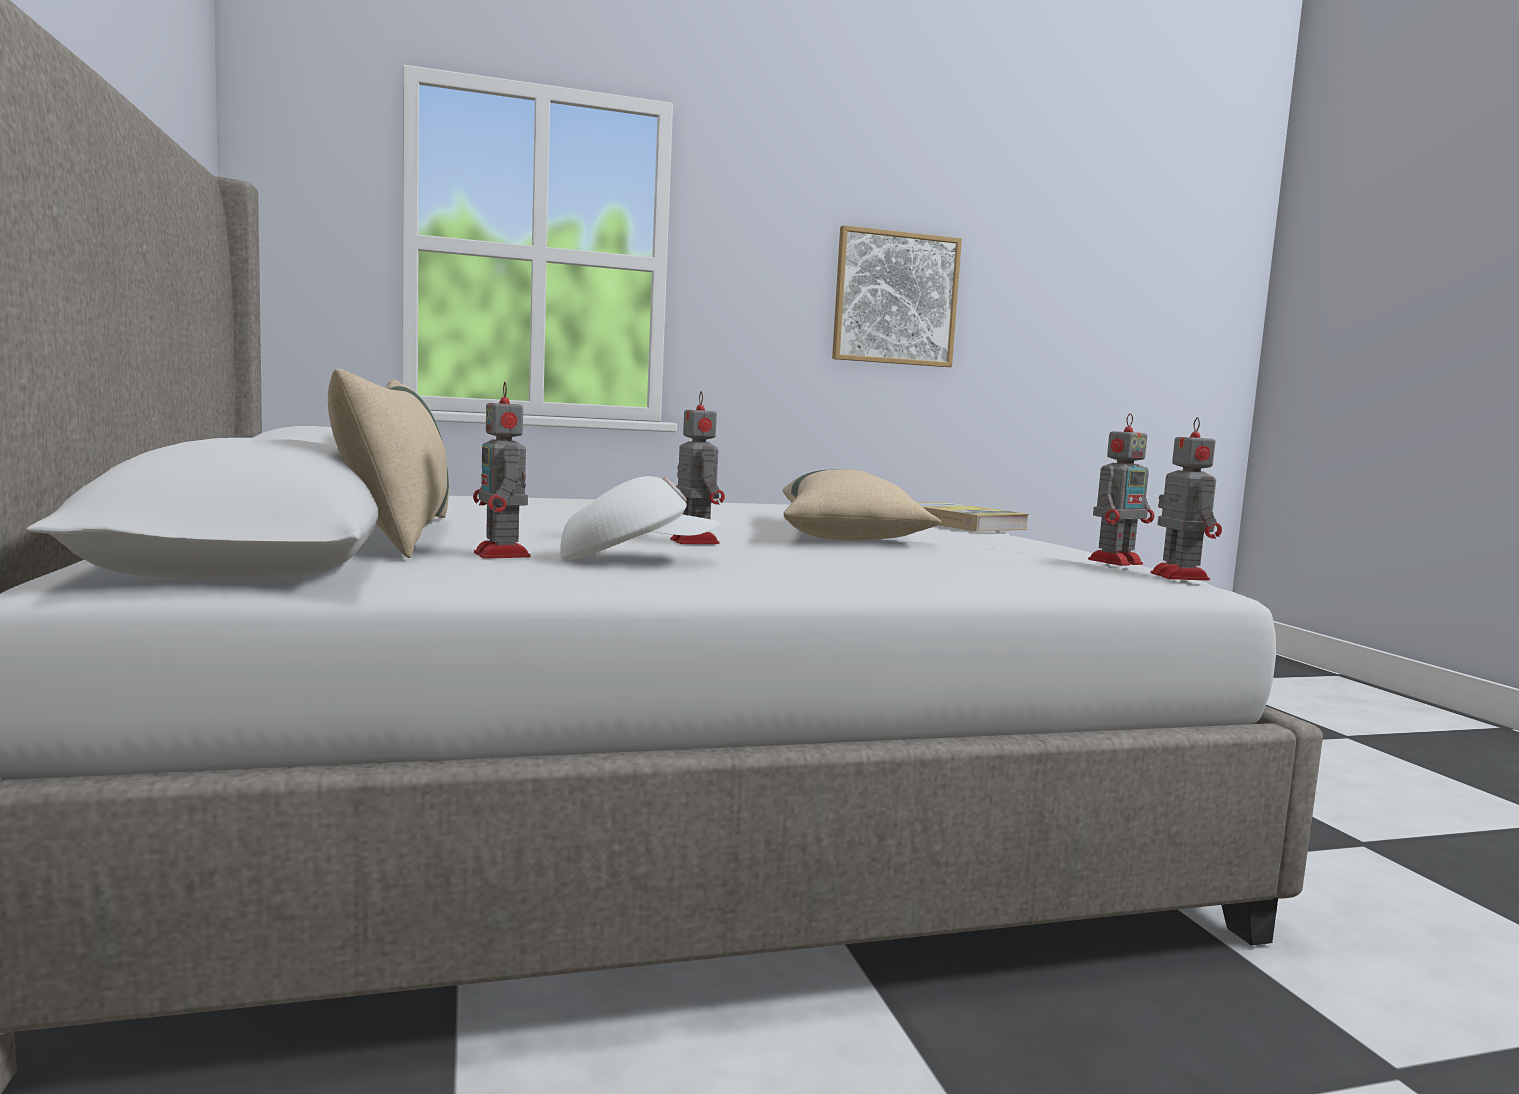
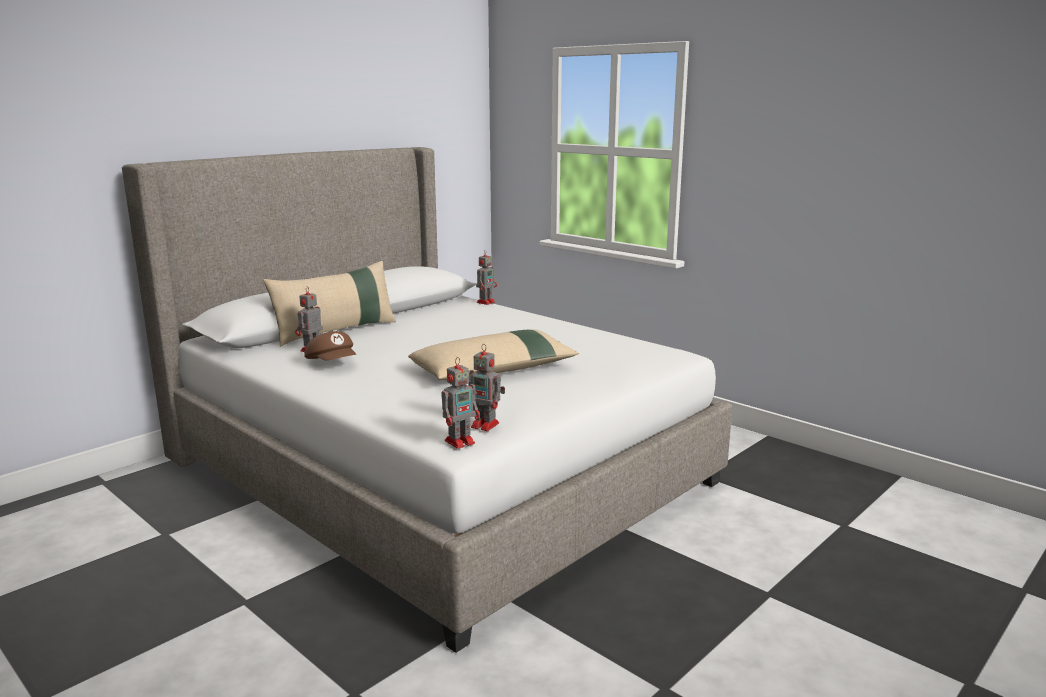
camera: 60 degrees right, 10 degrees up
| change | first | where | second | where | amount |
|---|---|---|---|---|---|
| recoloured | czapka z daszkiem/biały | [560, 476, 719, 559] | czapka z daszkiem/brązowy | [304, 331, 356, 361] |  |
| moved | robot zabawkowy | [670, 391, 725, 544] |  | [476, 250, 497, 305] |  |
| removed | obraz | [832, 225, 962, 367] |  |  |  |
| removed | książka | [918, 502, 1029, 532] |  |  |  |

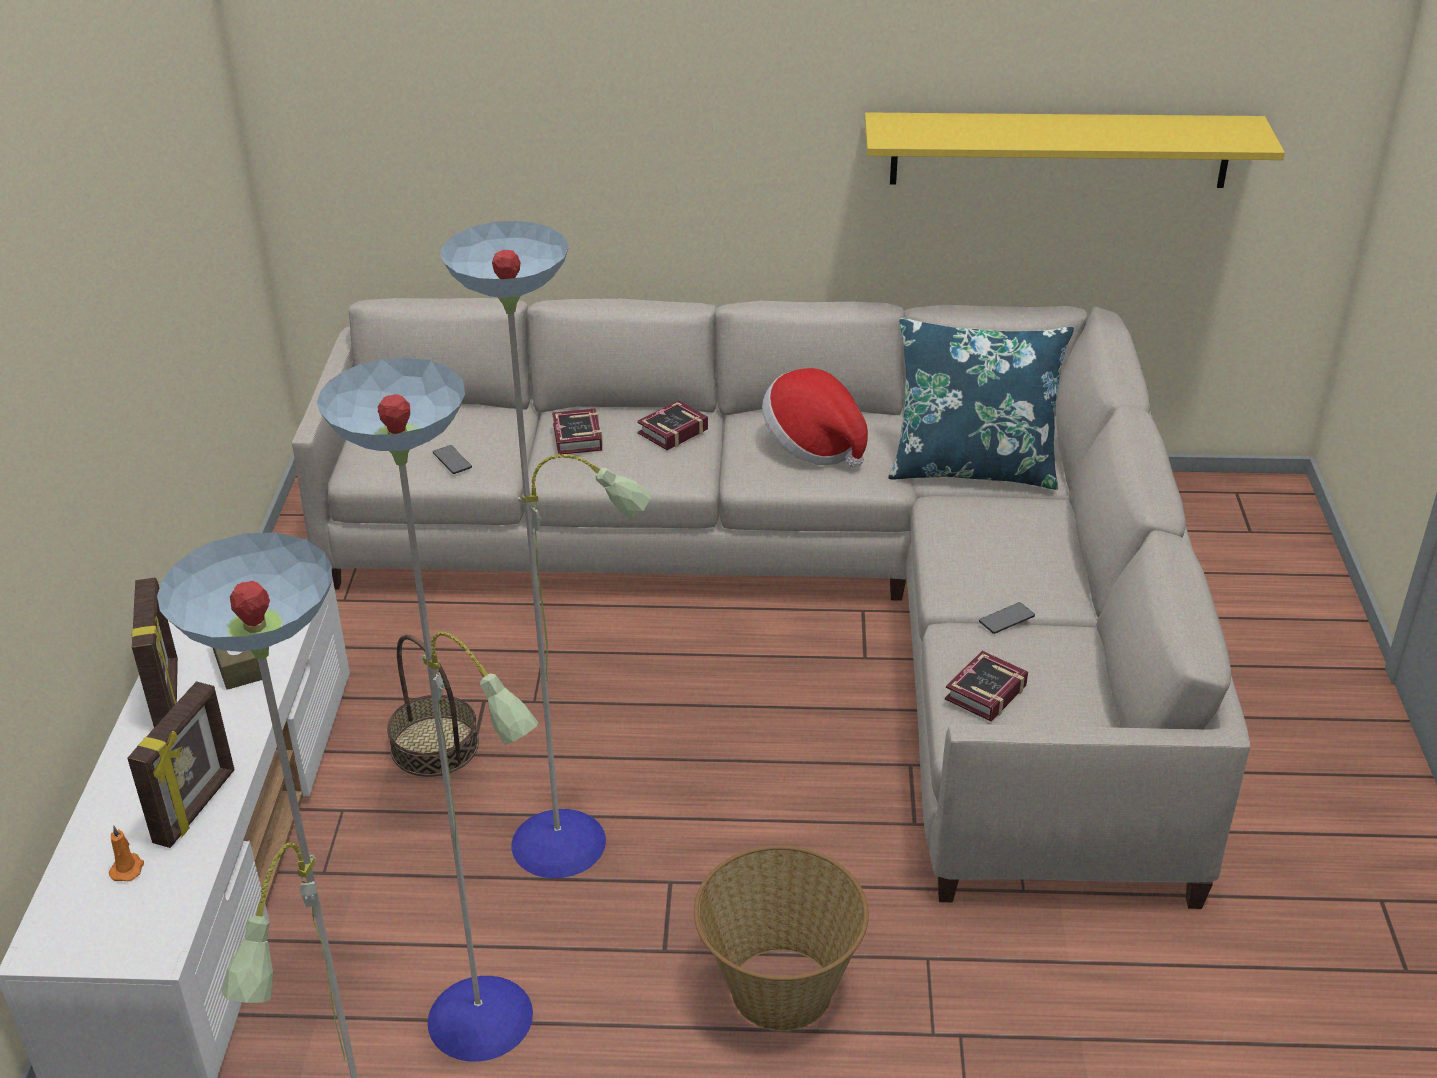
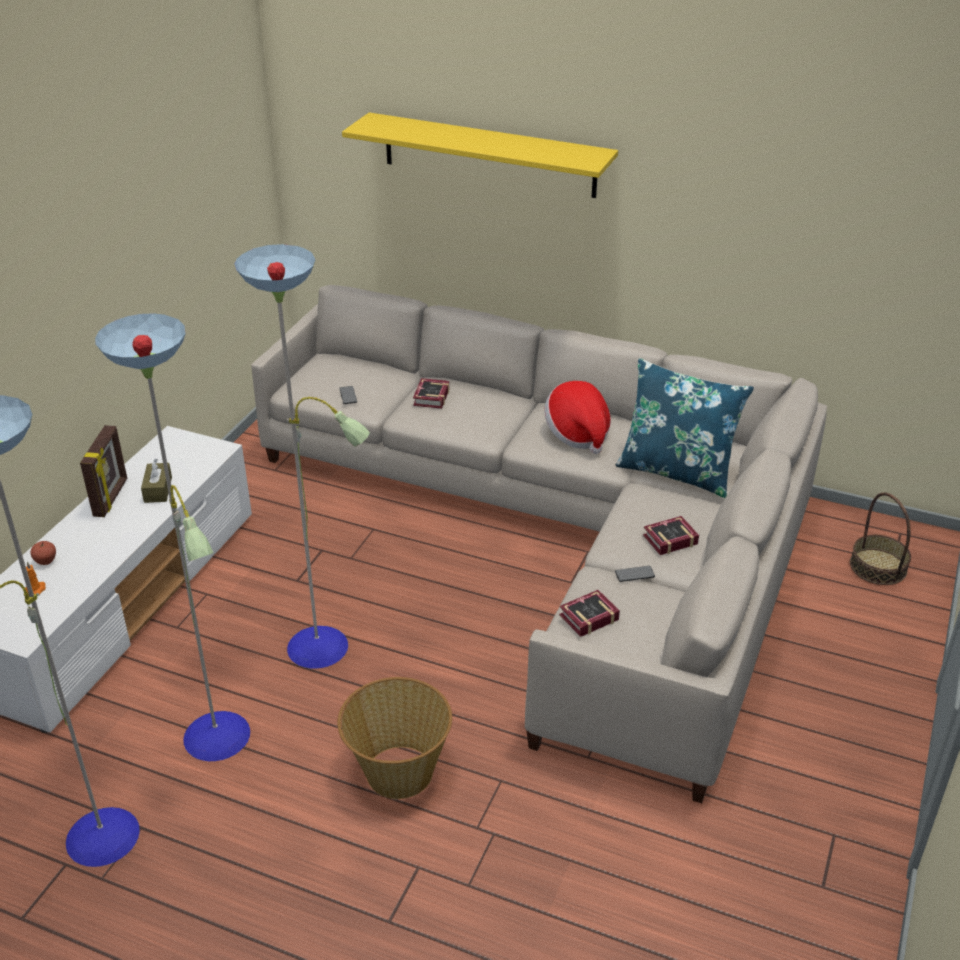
camera: 20 degrees right, 0 degrees up
| change | first | where | second | where | amount |
|---|---|---|---|---|---|
| added |  |  | jabłko | [30, 541, 56, 565] |  |
| moved | półka/żółty | [865, 112, 1285, 188] |  | [342, 112, 618, 198] |  |
| moved | książka | [637, 400, 708, 450] |  | [643, 516, 699, 555] |  |
| moved | koszyk | [387, 635, 479, 777] |  | [850, 492, 911, 585] |  |
| removed | ramka na zdjęcie | [127, 681, 235, 848] |  |  |  |

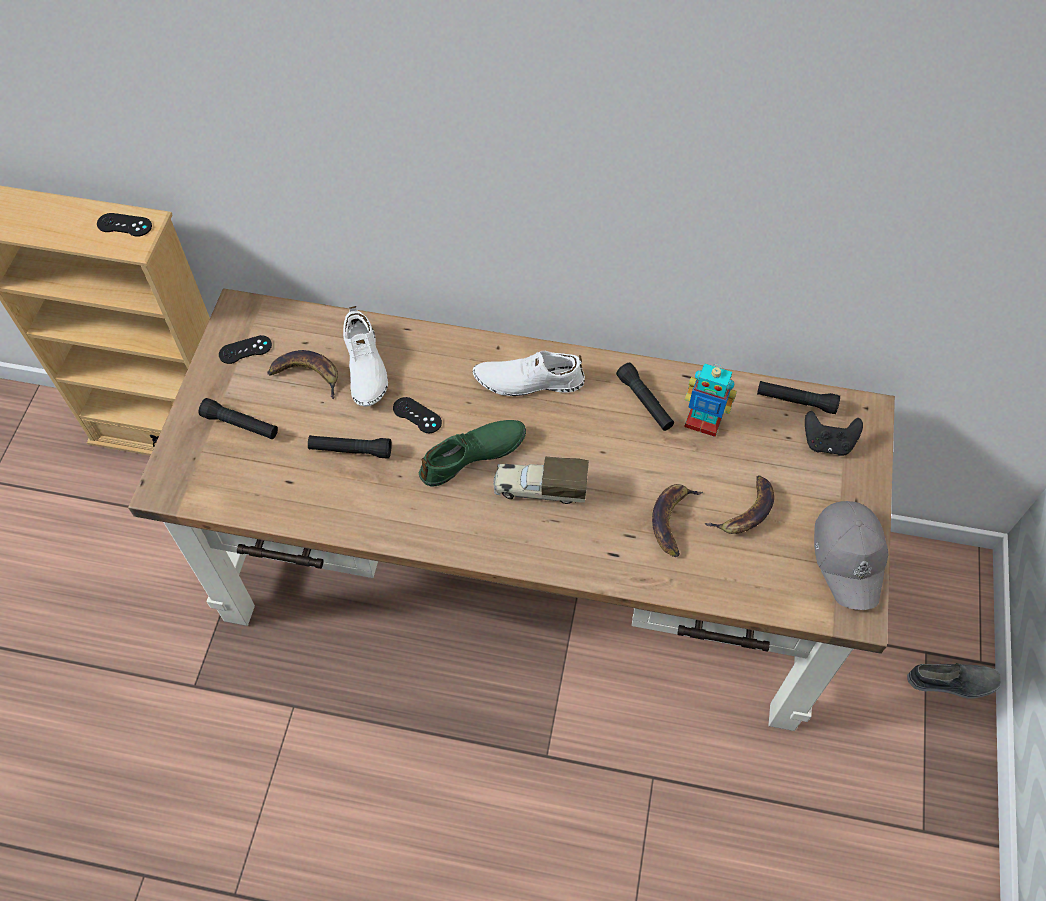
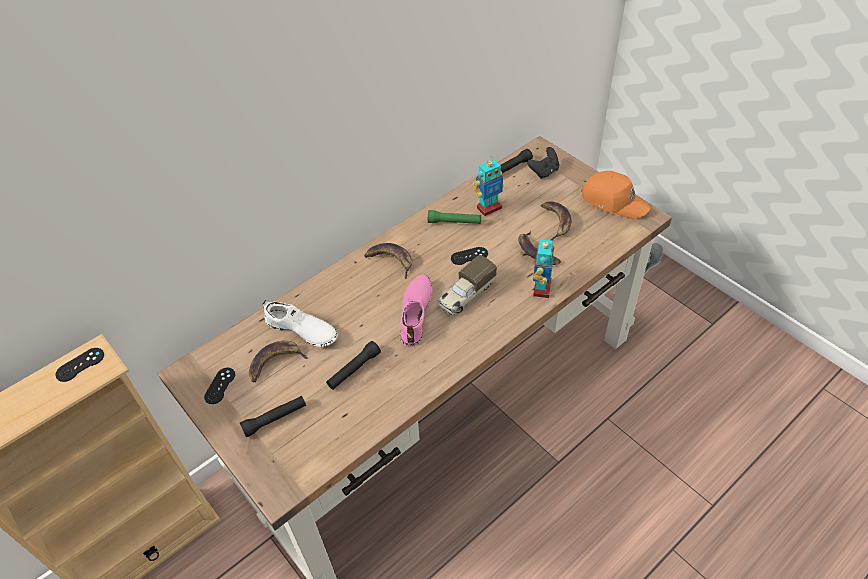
camera: 50 degrees left, 10 degrees down
| change | first | where | second | where | amount |
|---|---|---|---|---|---|
| replaced | but/biały | [473, 351, 585, 396] | banan | [364, 243, 412, 279] |  |
| recoloured | but/zielony | [419, 420, 526, 487] | but/różowy | [400, 275, 433, 346] |  |
| recoloured | latarka/czarny | [616, 363, 674, 431] | latarka/zielony | [428, 210, 481, 224] |  |
| moved | pad do gier/czarny | [393, 397, 442, 433] |  | [451, 247, 488, 265] |  |
| added |  |  | robot zabawkowy | [533, 237, 554, 298] |  |
| recoloured | czapka z daszkiem/szary | [814, 501, 888, 610] | czapka z daszkiem/pomarańczowy | [581, 171, 651, 219] |  |

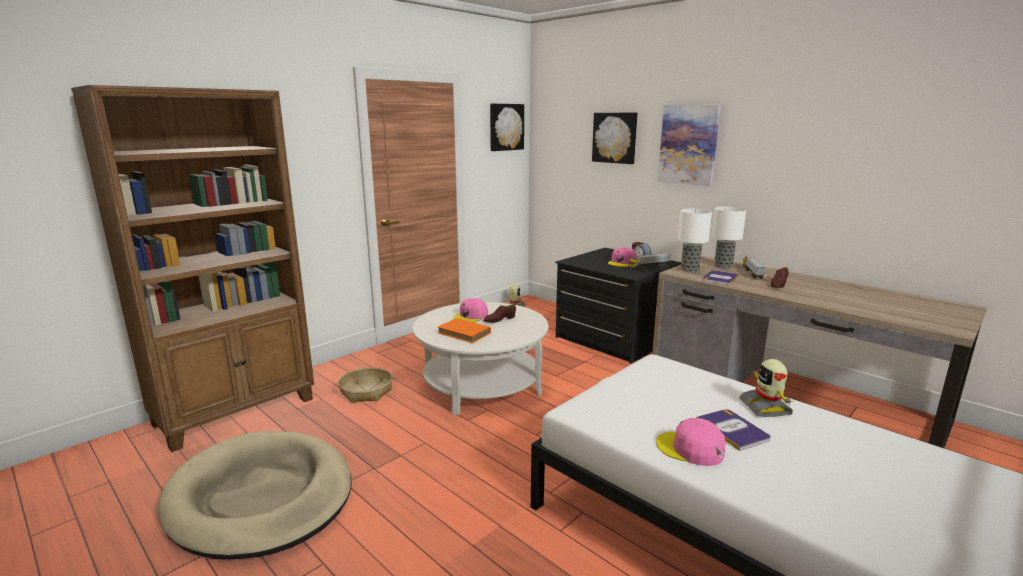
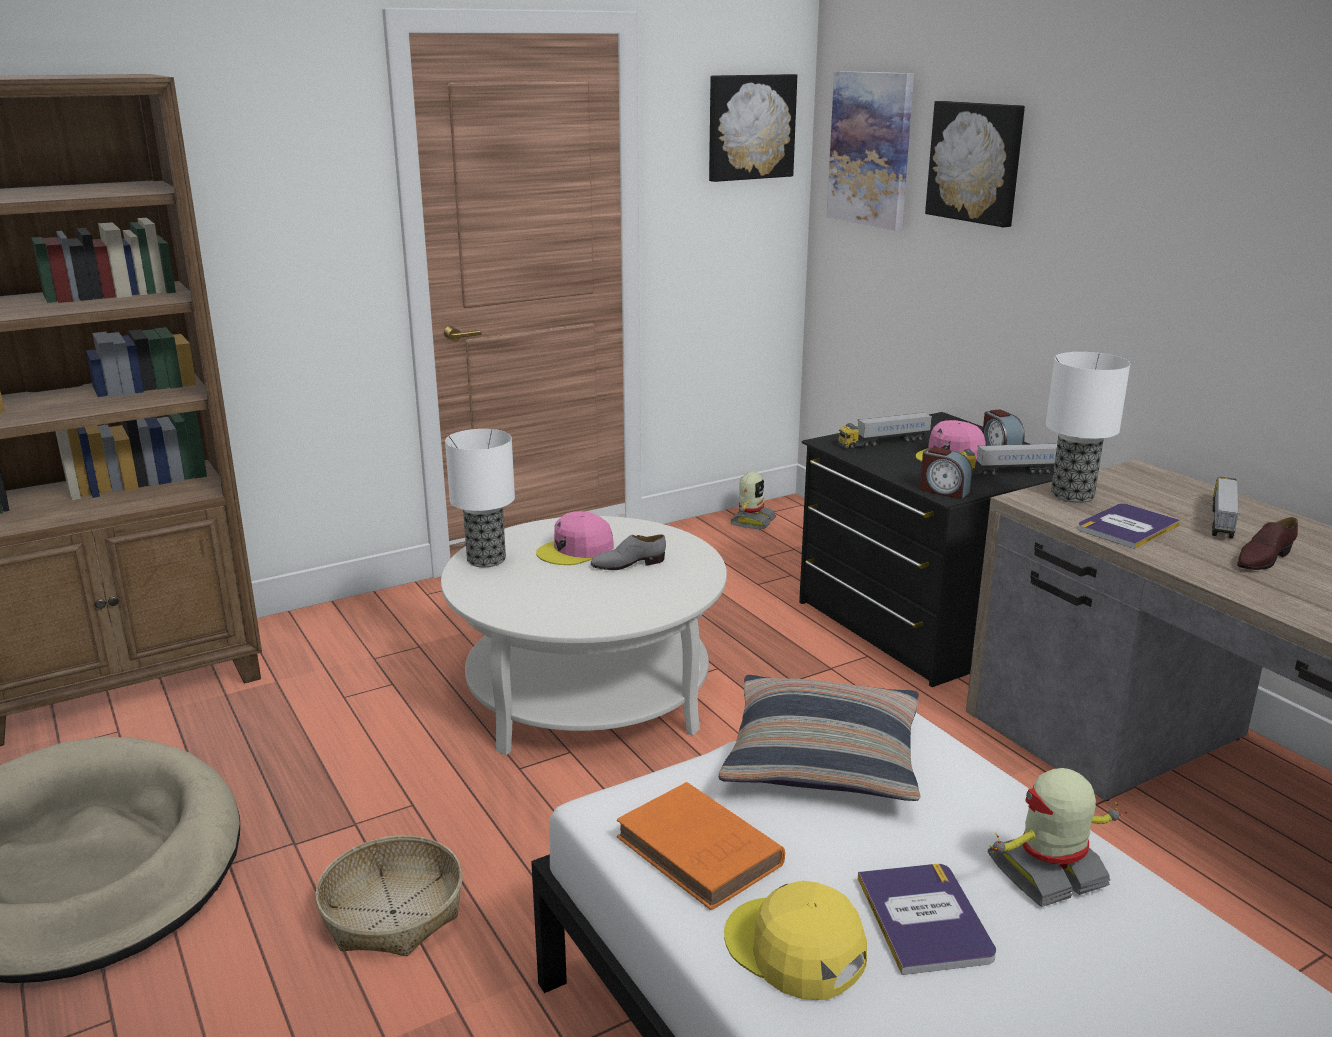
camera: 15 degrees right, 5 degrees up
| change | first | where | second | where | amount |
|---|---|---|---|---|---|
| moved | koszyk | [338, 367, 393, 403] |  | [315, 835, 462, 956] |  |
| moved | lampa stołowa | [712, 207, 746, 269] |  | [445, 429, 515, 567] |  |
| recoloured | but/brązowy | [483, 304, 516, 323] | but/szary | [591, 534, 666, 570] |  |
| moved | książka/pomarańczowy | [438, 318, 491, 343] |  | [617, 782, 785, 910] |  |
| added |  |  | poduszka | [719, 675, 920, 801] |  |
| recoloured | czapka z daszkiem/różowy | [656, 418, 726, 466] | czapka z daszkiem/żółty | [724, 881, 867, 1000] |  |
| moved | obraz | [658, 105, 721, 186] |  | [827, 71, 914, 230] |  |
| added |  |  | ciężarówka zabawkowa | [838, 412, 932, 449] |  |
| added |  |  | budzik | [920, 447, 972, 499] |  |
| turned | robot zabawkowy | [739, 359, 794, 417] |  | [987, 768, 1127, 907] | 60 degrees clockwise |

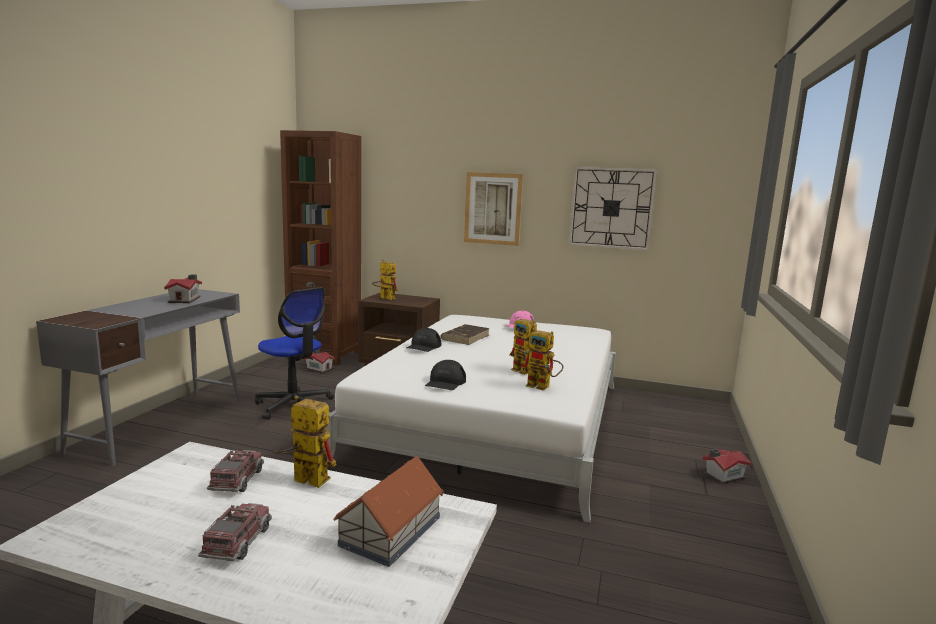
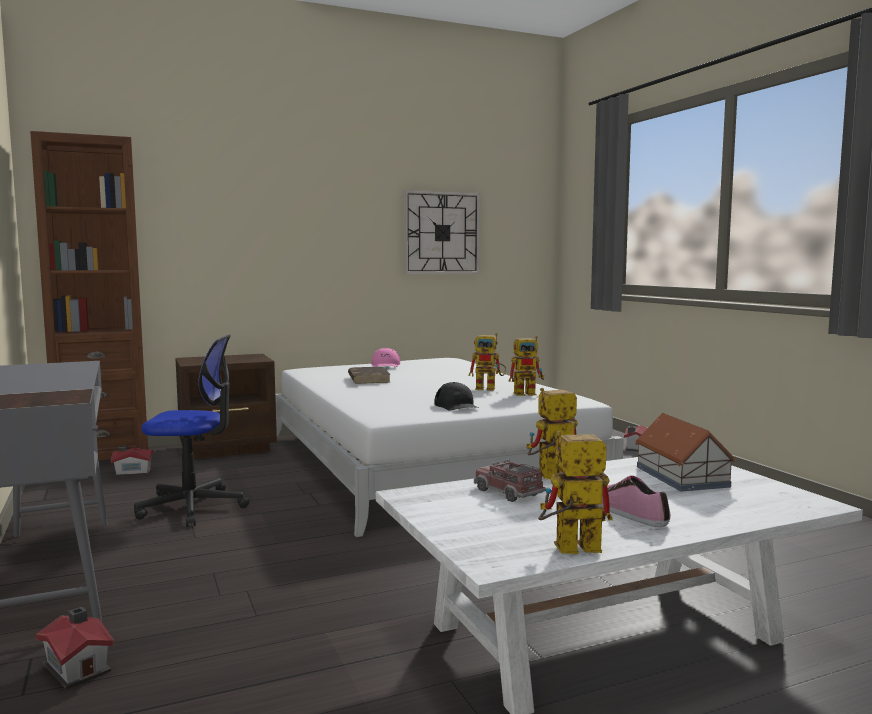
camera: 40 degrees left, 5 degrees down
| change | first | where | second | where | amount |
|---|---|---|---|---|---|
| moved | domek | [164, 274, 202, 303] |  | [36, 607, 114, 689] |  |
| moved | robot zabawkowy | [372, 260, 398, 300] |  | [538, 431, 612, 554] |  |
| replaced | ciężarówka zabawkowa | [198, 503, 272, 561] | but | [600, 475, 671, 527] |  |
| removed | czapka z daszkiem/czarny | [407, 328, 441, 352] |  |  |  |
| removed | obraz | [464, 172, 523, 246] |  |  |  |

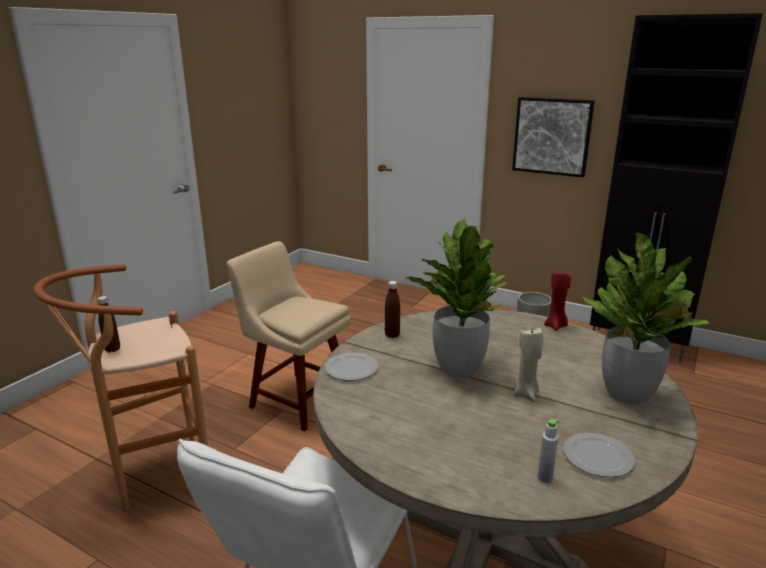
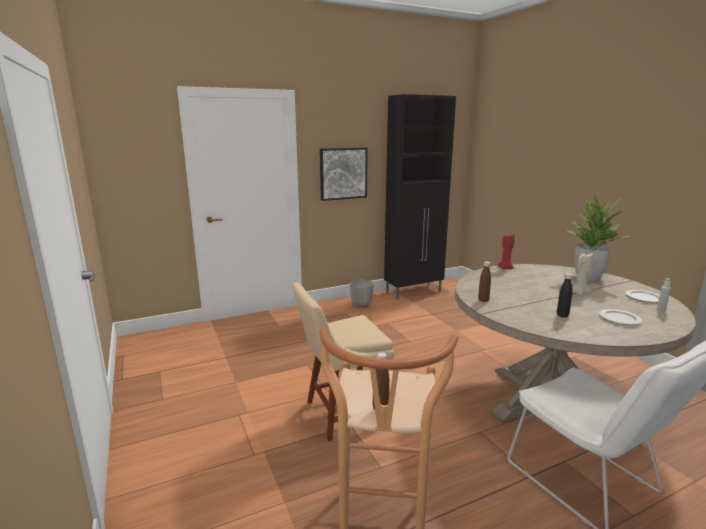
camera: 55 degrees left, 5 degrees down
| change | first | where | second | where | amount |
|---|---|---|---|---|---|
| added |  |  | butelka/czarny | [557, 273, 573, 317] |  |
| moved | talerz | [325, 353, 378, 381] |  | [599, 309, 642, 325] |  |
| removed | roślina doniczkowa | [406, 218, 506, 378] |  |  |  |

